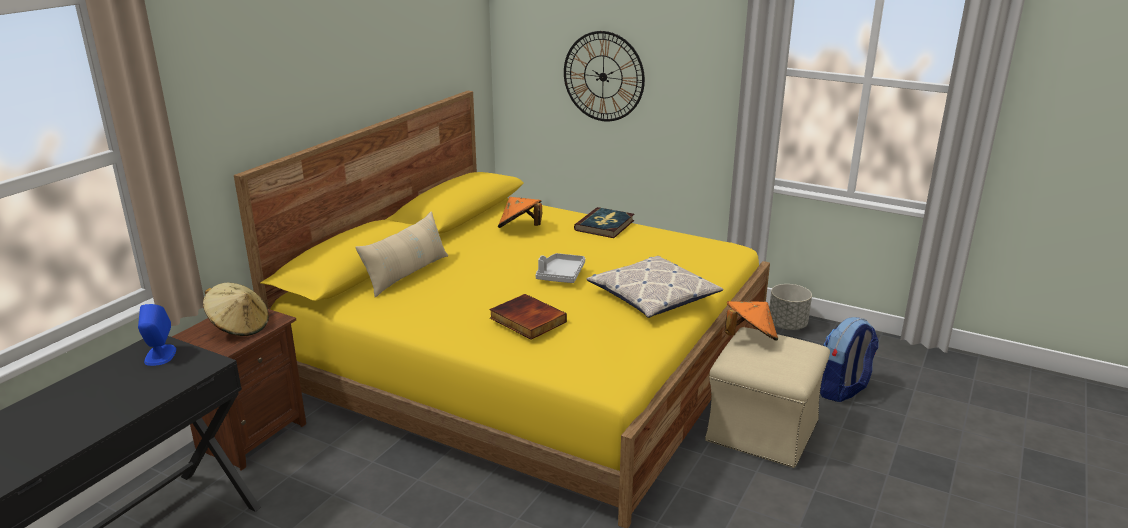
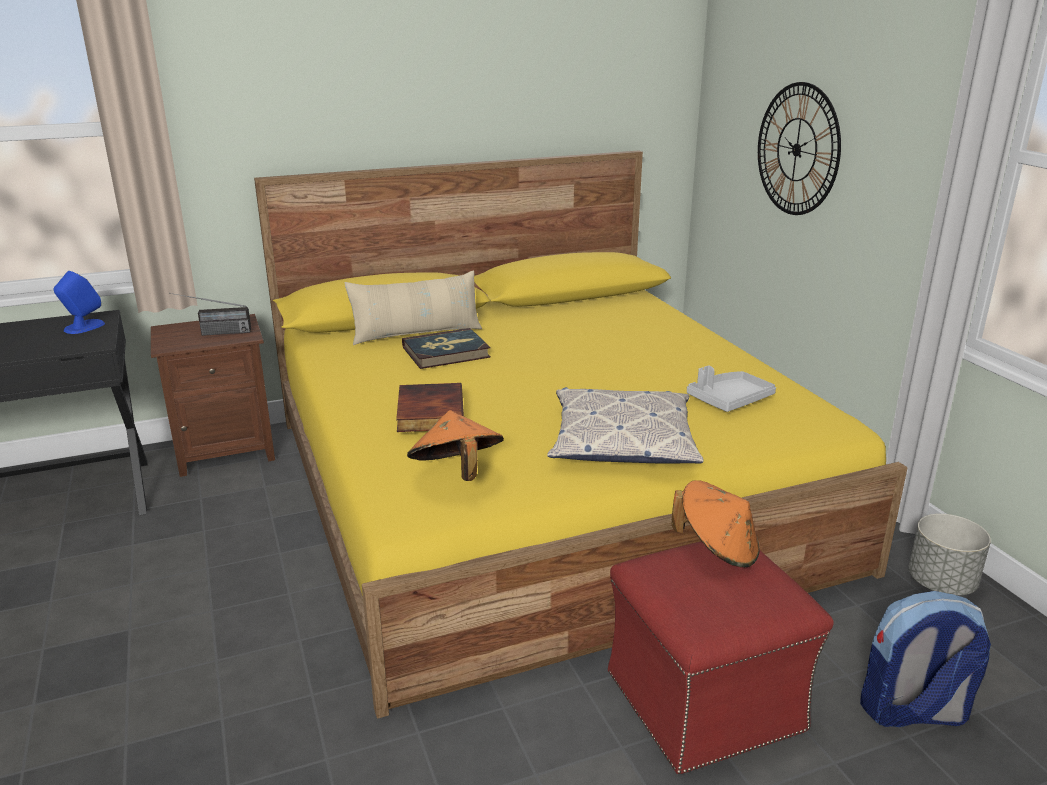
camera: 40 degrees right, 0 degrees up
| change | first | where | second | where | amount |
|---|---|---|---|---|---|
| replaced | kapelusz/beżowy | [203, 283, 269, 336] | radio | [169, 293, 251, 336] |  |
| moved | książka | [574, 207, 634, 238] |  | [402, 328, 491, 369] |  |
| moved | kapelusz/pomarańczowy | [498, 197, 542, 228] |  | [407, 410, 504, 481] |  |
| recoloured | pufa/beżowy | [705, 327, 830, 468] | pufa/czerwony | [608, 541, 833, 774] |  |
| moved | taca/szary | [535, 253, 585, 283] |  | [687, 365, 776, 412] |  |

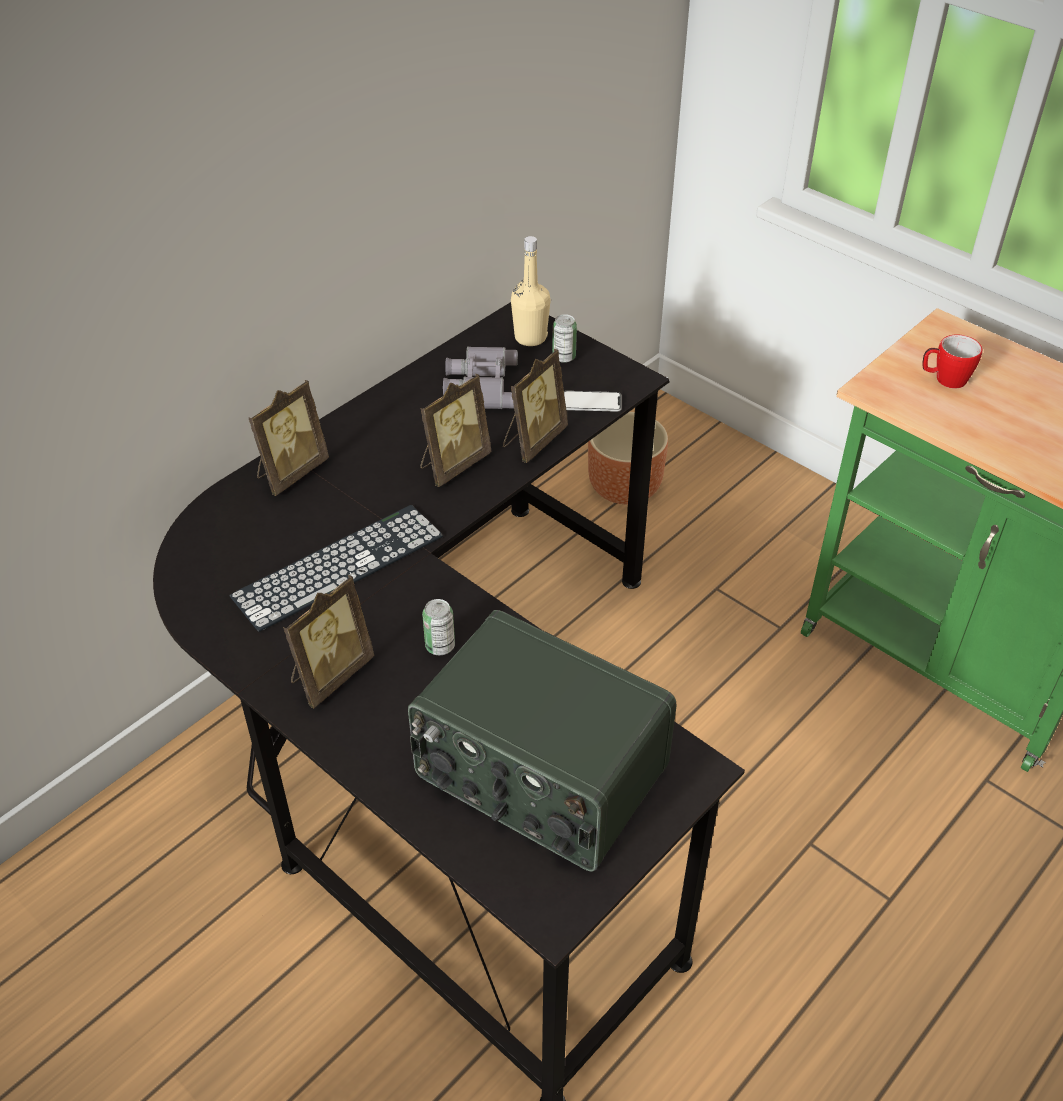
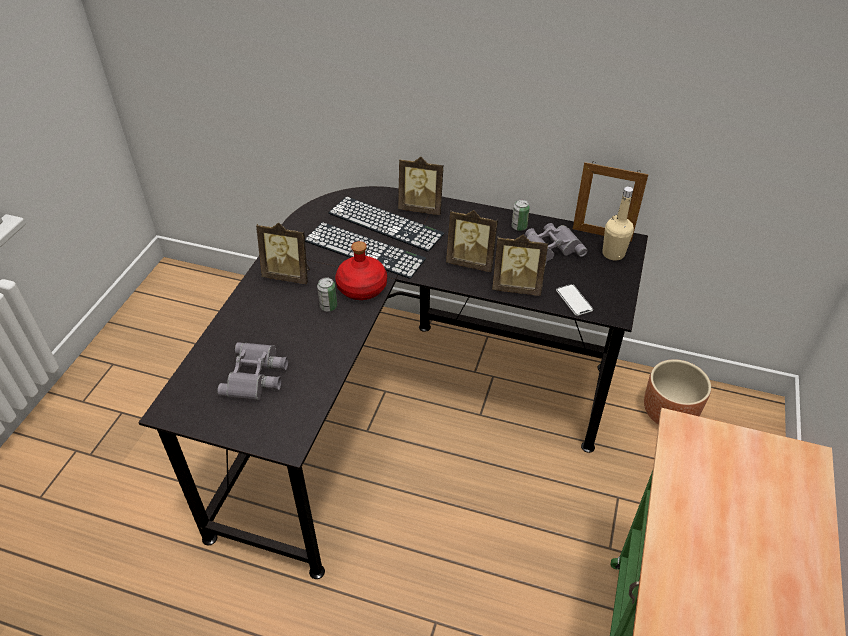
camera: 65 degrees right, 0 degrees up
| change | first | where | second | where | amount |
|---|---|---|---|---|---|
| replaced | radio | [408, 610, 677, 872] | lornetka/szary | [217, 342, 288, 401] |  |
| added |  |  | klawiatura | [328, 196, 445, 252] |  |
| added |  |  | butelka/czerwony | [335, 241, 387, 300] |  |
| moved | puszka | [552, 314, 577, 363] |  | [512, 199, 530, 231] |  |
| added |  |  | ramka na zdjęcie | [573, 161, 648, 242] |  |
| removed | kubek | [923, 334, 982, 389] |  |  |  |

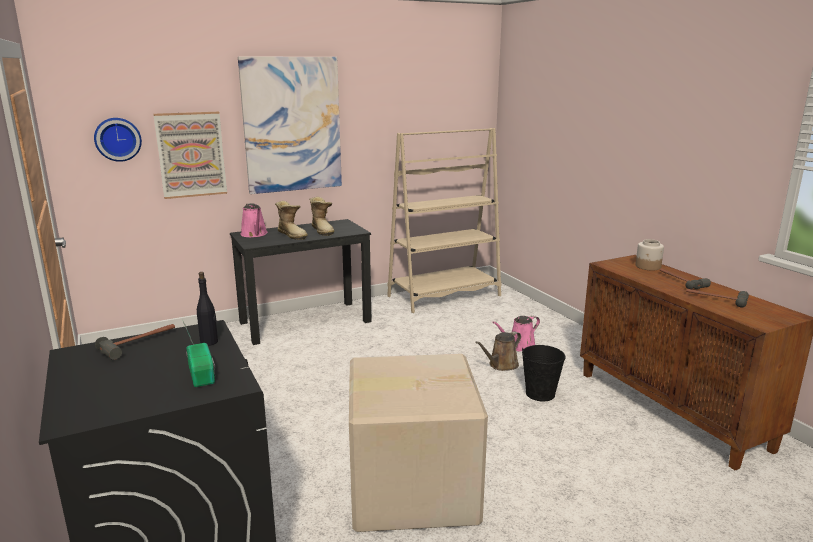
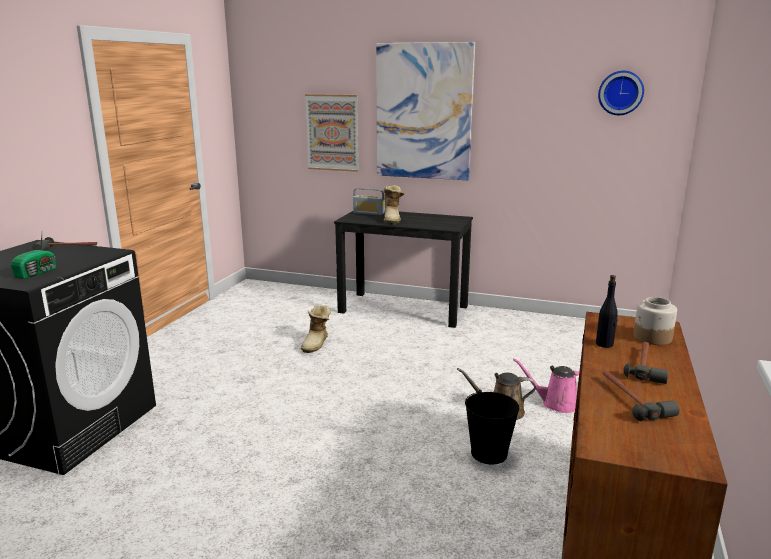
camera: 45 degrees right, 0 degrees up
| change | first | where | second | where | amount |
|---|---|---|---|---|---|
| moved | but z cholewką | [309, 197, 335, 236] |  | [301, 306, 331, 353] |  |
| replaced | konewka/różowy | [241, 203, 267, 237] | radio | [353, 188, 385, 215] |  |
| moved | butelka/czarny | [197, 272, 218, 346] |  | [596, 275, 618, 348] |  |
| moved | zegar ścienny | [94, 118, 142, 162] |  | [598, 71, 644, 115] |  |
| removed | karton | [349, 354, 488, 532] |  |  |  |
| removed | regał/beżowy | [387, 128, 501, 313] |  |  |  |

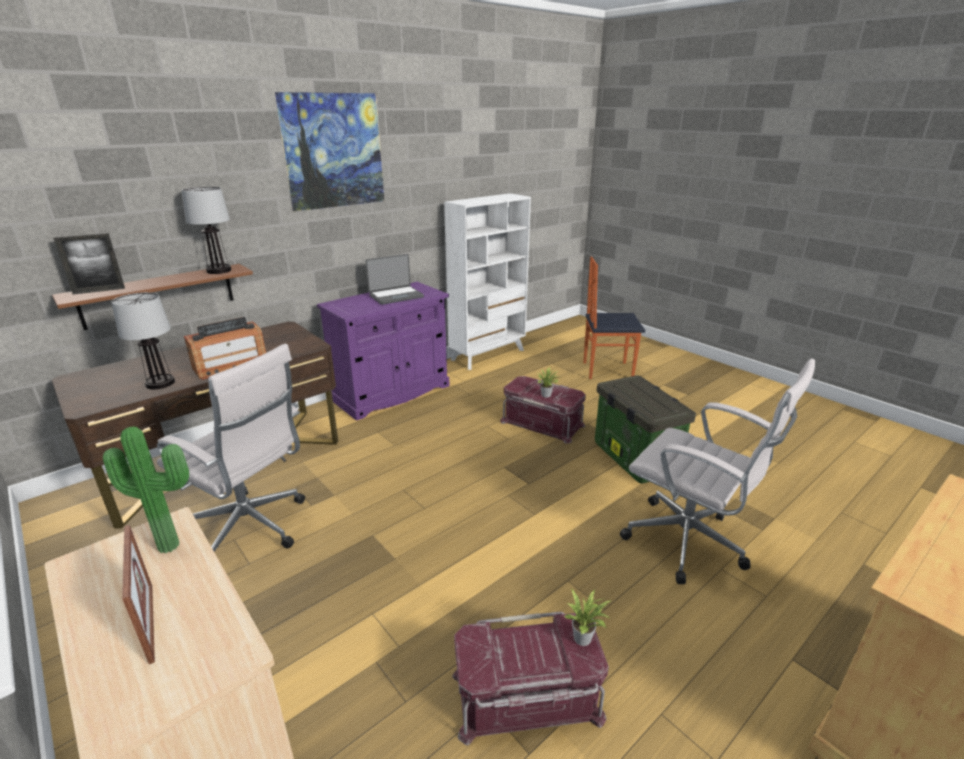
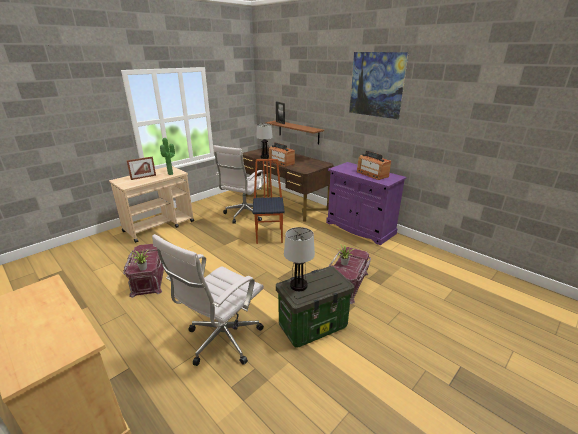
camera: 85 degrees right, 0 degrees up
| change | first | where | second | where | amount |
|---|---|---|---|---|---|
| moved | krzesło | [583, 257, 645, 379] |  | [253, 159, 285, 244] |  |
| moved | lampa stołowa | [181, 187, 231, 274] |  | [284, 227, 315, 291] |  |
| replaced | laptop | [366, 254, 424, 305] | radio | [357, 151, 391, 180] |  |
| removed | regał/biały | [444, 193, 531, 370] |  |  |  |

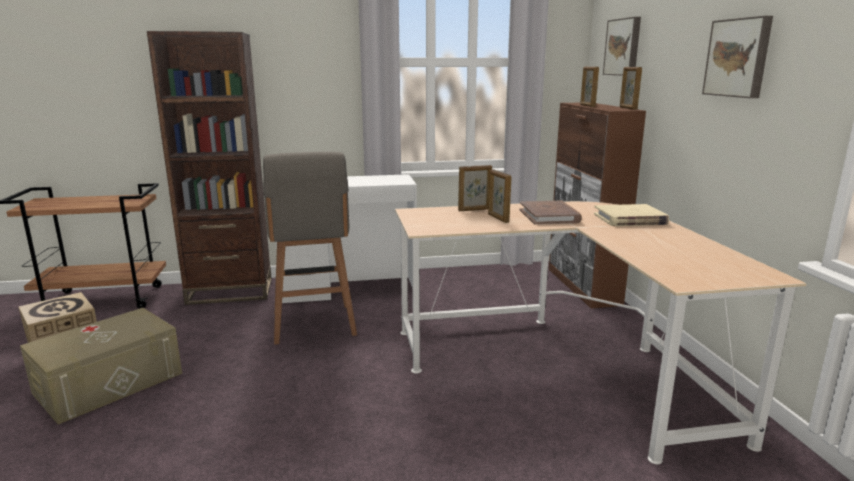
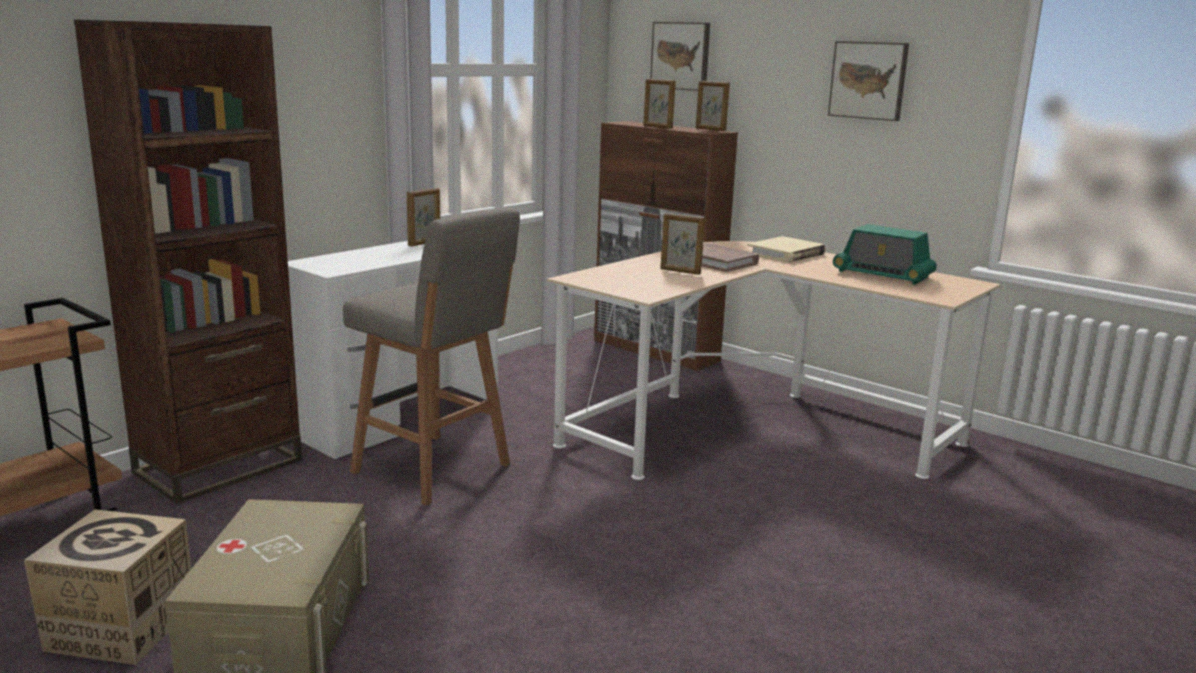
camera: 40 degrees left, 0 degrees up
| change | first | where | second | where | amount |
|---|---|---|---|---|---|
| moved | ramka na zdjęcie | [458, 165, 492, 211] |  | [407, 188, 440, 247] |  |
| added |  |  | radio | [833, 224, 937, 285] |  |

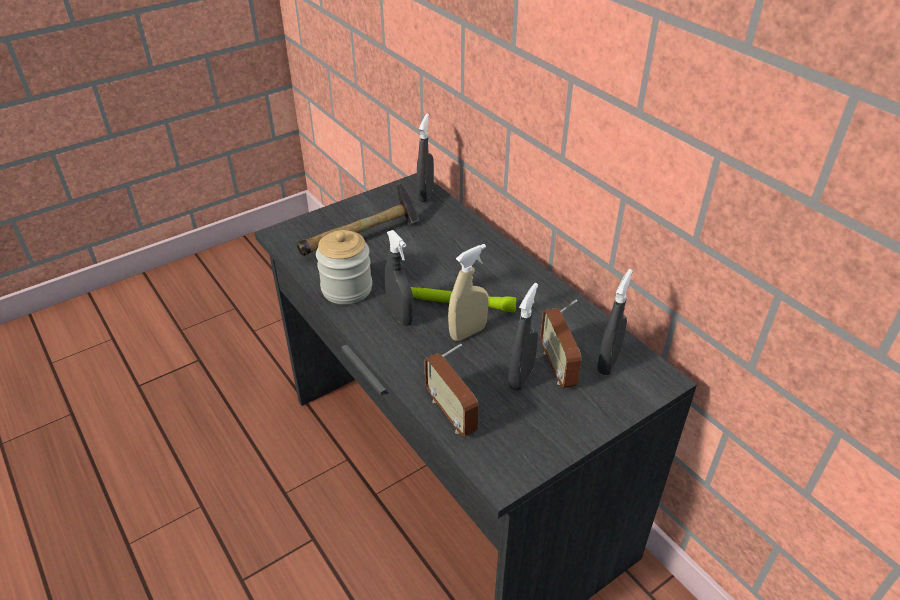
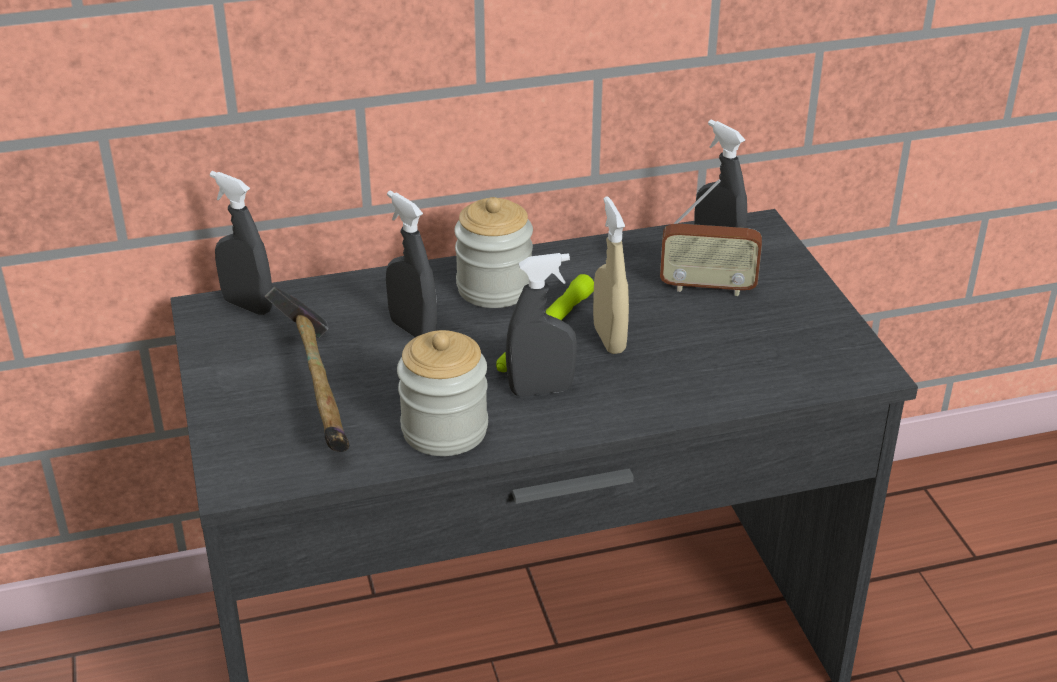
camera: 70 degrees left, 5 degrees down
| change | first | where | second | where | amount |
|---|---|---|---|---|---|
| moved | spryskiwacz/szary | [508, 283, 538, 391] |  | [386, 191, 437, 337] |  |
| added |  |  | słoik | [454, 197, 533, 308] |  |
| removed | radio | [424, 344, 479, 437] |  |  |  |

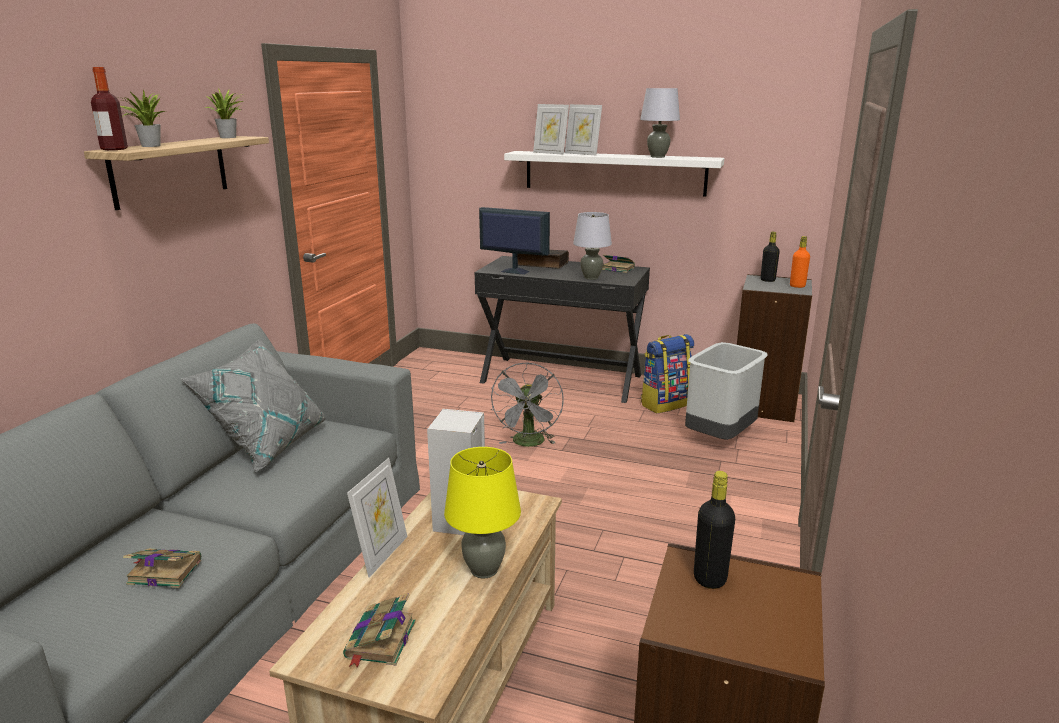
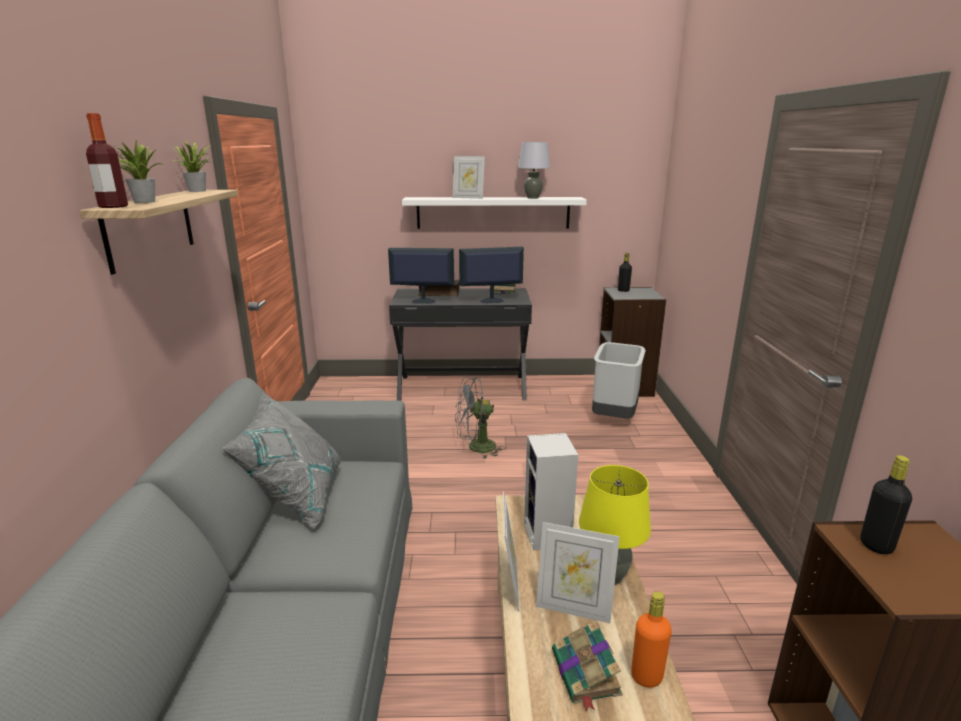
camera: 20 degrees left, 0 degrees up
| change | first | where | second | where | amount |
|---|---|---|---|---|---|
| turned | wentylator/szary | [490, 362, 564, 447] |  | [455, 377, 506, 459] | 90 degrees clockwise |
| replaced | lampa stołowa/szary | [573, 212, 612, 280] | monitor | [459, 247, 524, 303] |  |
| moved | ramka na zdjęcie | [533, 104, 569, 155] |  | [536, 522, 620, 623] |  |
| moved | butelka/pomarańczowy | [790, 236, 810, 288] |  | [631, 591, 672, 688] |  |
| removed | książka | [123, 548, 201, 588] |  |  |  |
| removed | plecak | [641, 334, 694, 413] |  |  |  |

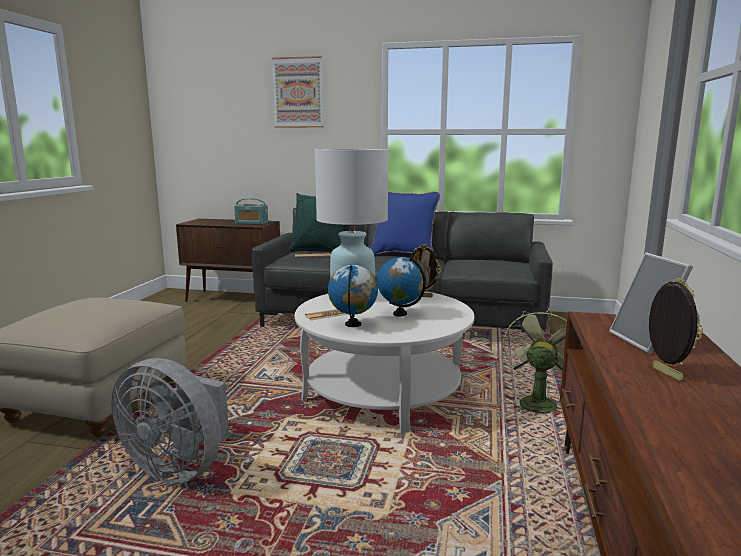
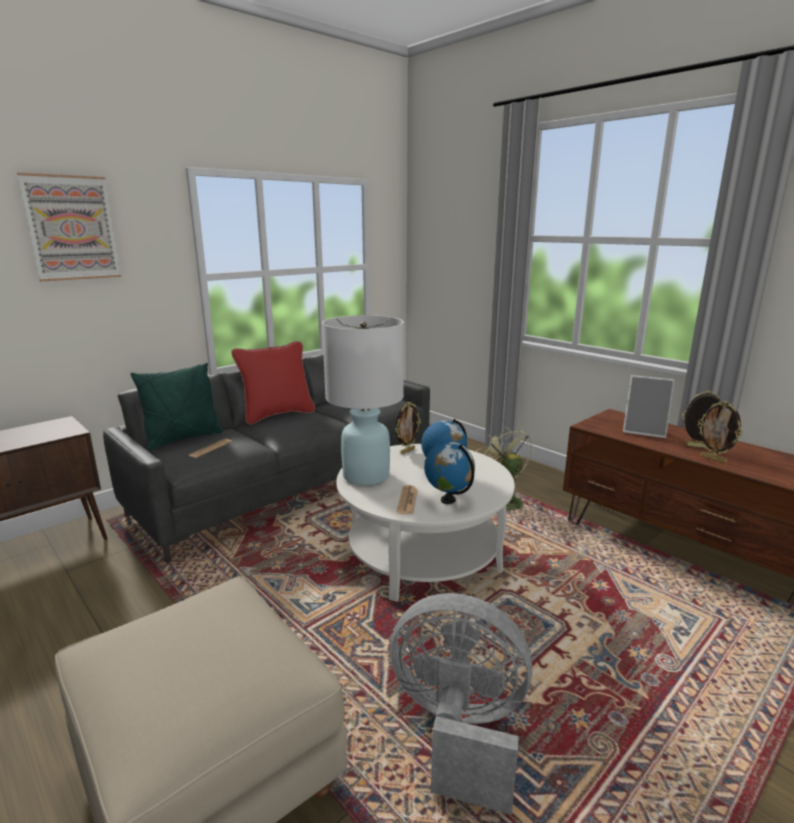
camera: 55 degrees left, 5 degrees up
| change | first | where | second | where | amount |
|---|---|---|---|---|---|
| recoloured | poduszka/niebieski | [370, 192, 440, 255] | poduszka/czerwony | [231, 341, 315, 425] |  |
| turned | wentylator/szary | [112, 358, 229, 484] |  | [390, 593, 532, 815] | 135 degrees counterclockwise |
| added |  |  | ramka na zdjęcie | [698, 401, 743, 463] |  |
| removed | radio | [234, 198, 268, 225] |  |  |  |

